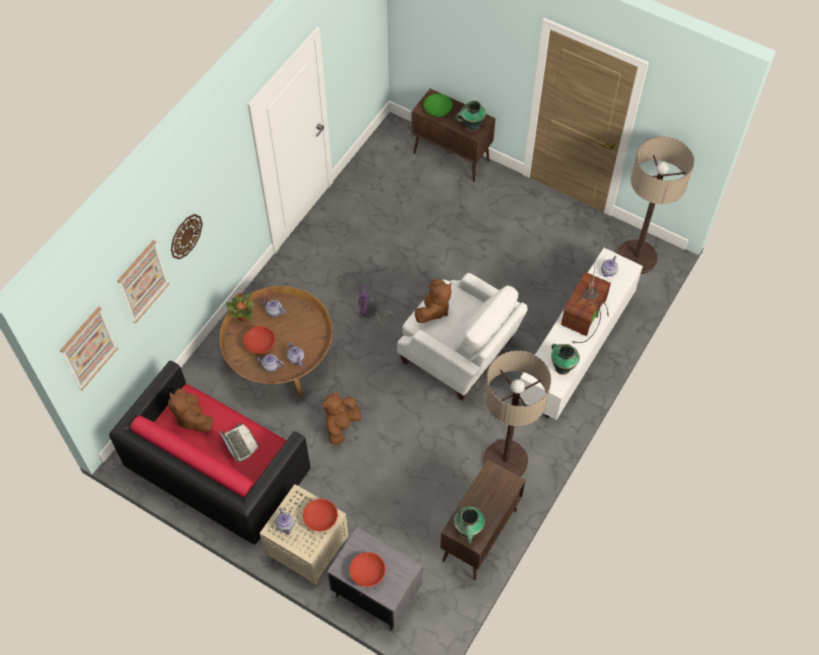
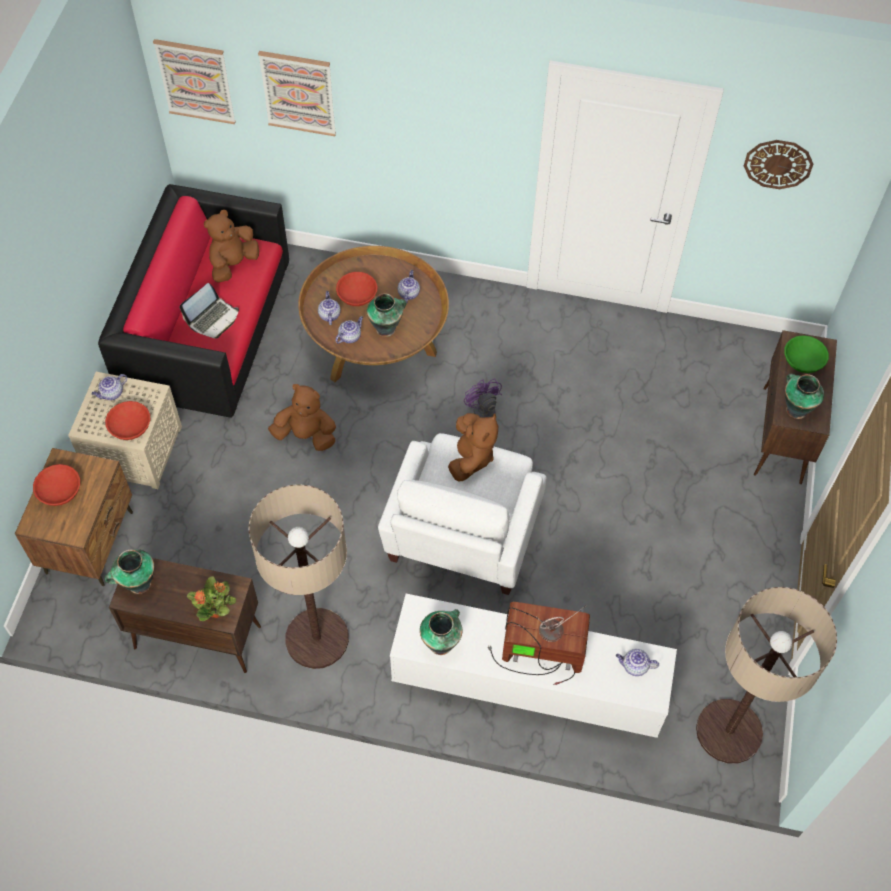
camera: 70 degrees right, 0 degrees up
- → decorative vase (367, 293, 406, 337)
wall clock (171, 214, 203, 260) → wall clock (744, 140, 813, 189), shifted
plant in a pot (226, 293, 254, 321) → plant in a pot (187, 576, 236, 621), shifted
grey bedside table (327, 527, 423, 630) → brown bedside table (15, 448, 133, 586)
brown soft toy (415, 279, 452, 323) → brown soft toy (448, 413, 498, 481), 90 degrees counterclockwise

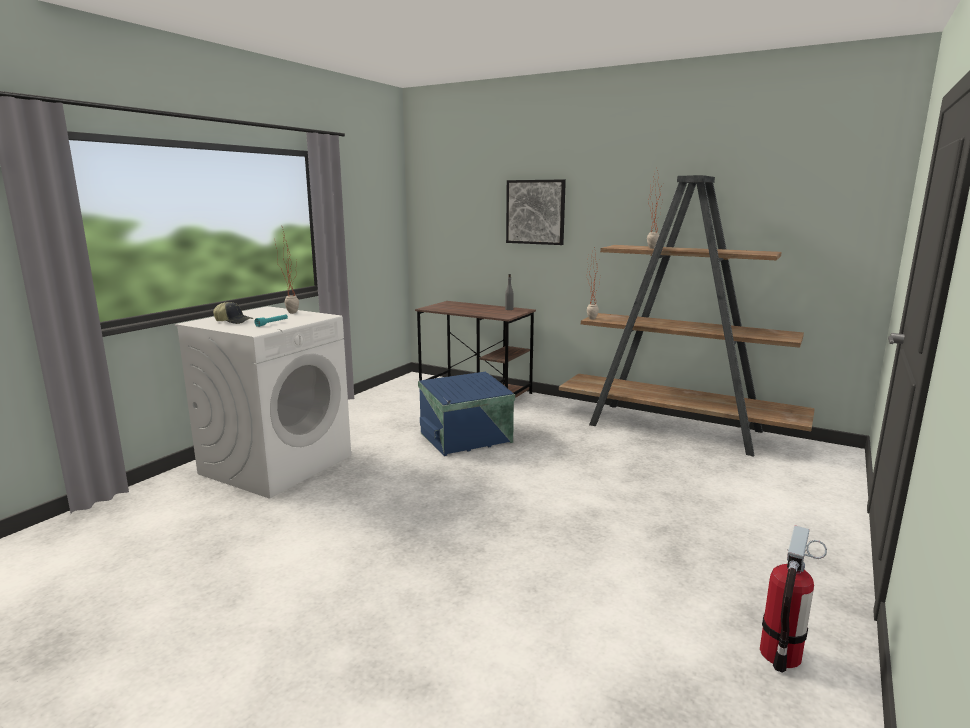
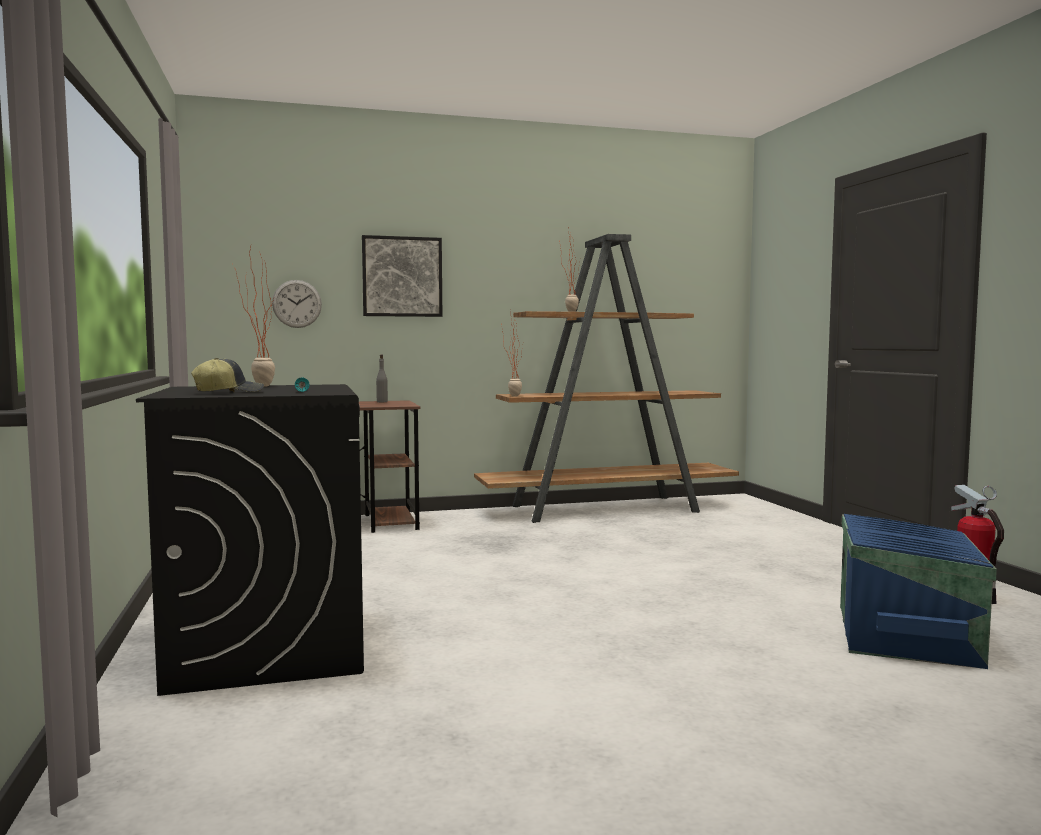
camera: 45 degrees left, 10 degrees down
- → wall clock (272, 280, 322, 328)
blue-coloured storage box (418, 372, 515, 456) → blue-coloured storage box (840, 514, 997, 669), shifted
white-coloured washing machine (175, 306, 351, 498) → black-coloured washing machine (136, 384, 364, 696)

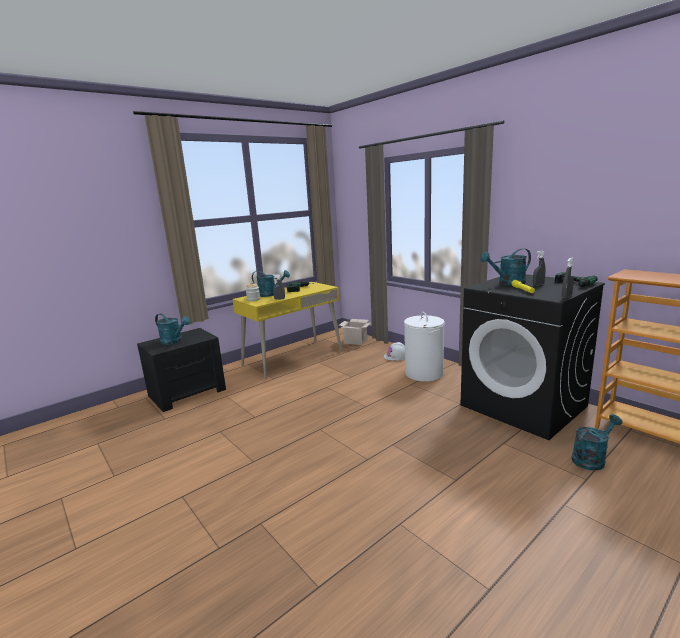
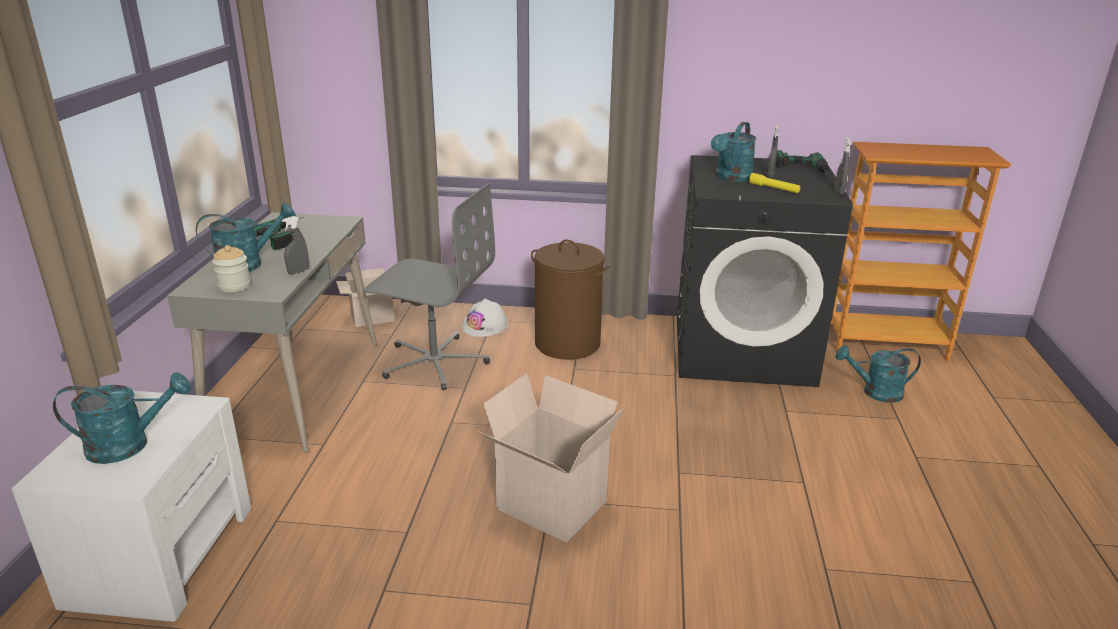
camera: 45 degrees left, 10 degrees up
- → grey office chair (363, 183, 495, 390)
- → cardboard box (478, 373, 623, 543)
black-coloured bedside table (137, 328, 226, 412) → white-coloured bedside table (12, 391, 252, 622)
yellowish desk table (233, 282, 342, 379) → grey desk table (167, 212, 377, 453)
white-coloured laundry basket (404, 312, 445, 382) → brown laundry basket (531, 240, 610, 360)
turquoise watering can (572, 414, 623, 471) → turquoise watering can (836, 345, 921, 403), 105 degrees counterclockwise

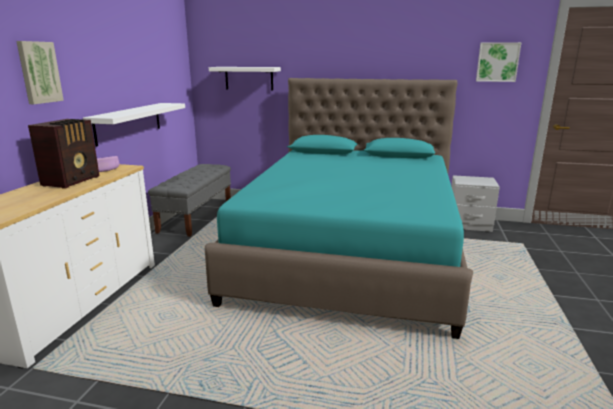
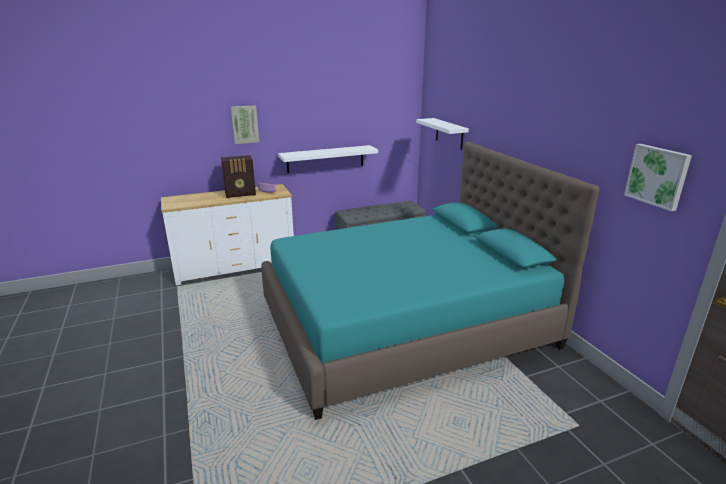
camera: 55 degrees right, 5 degrees up
grey bedside table (451, 175, 500, 232) → -

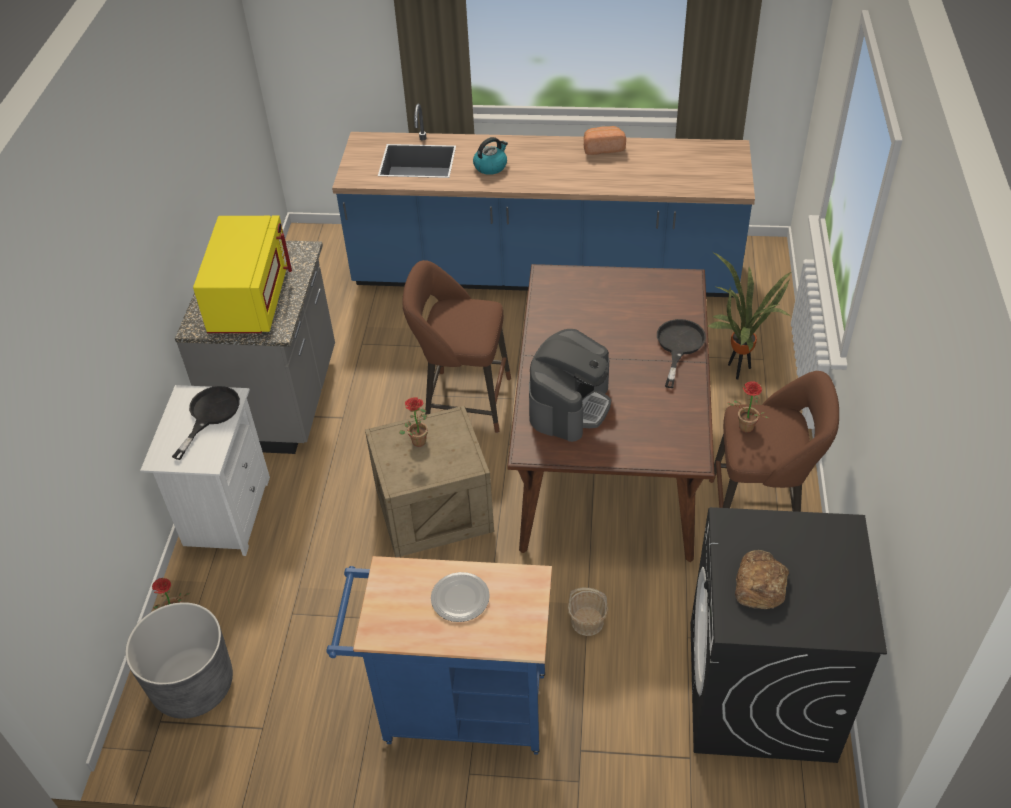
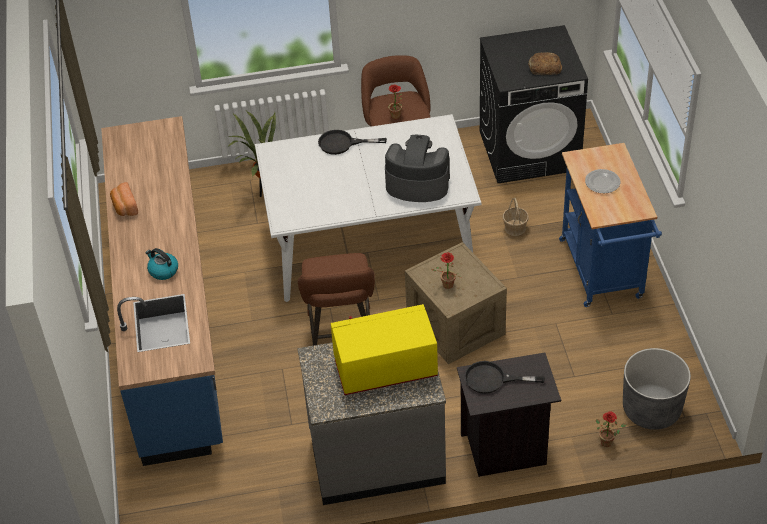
camera: 105 degrees left, 0 degrees up
white-coloured bedside table (140, 385, 270, 556) → black-coloured bedside table (457, 352, 561, 477)
brown dinner table (507, 264, 715, 562) → white-coloured dinner table (255, 114, 482, 302)

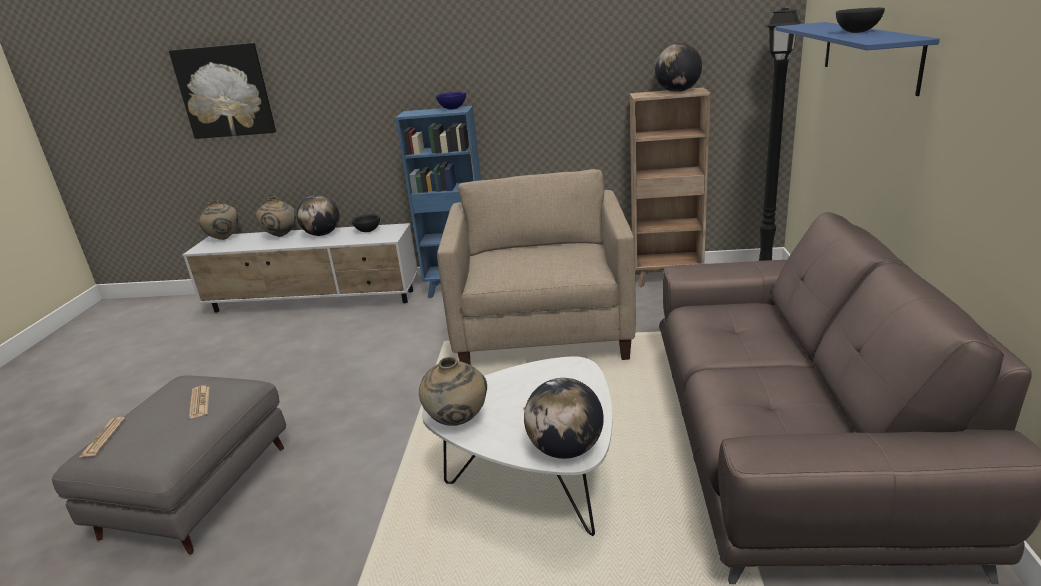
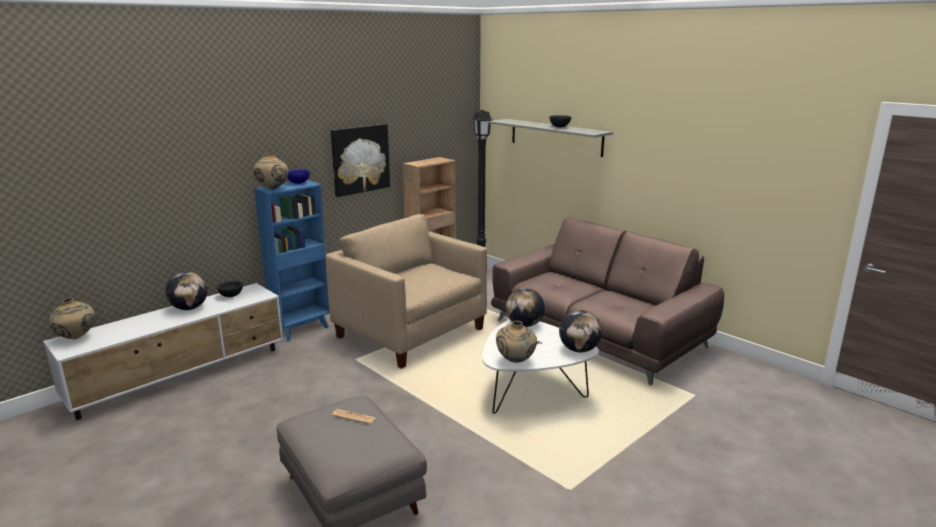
camera: 50 degrees left, 5 degrees down
newspaper (79, 417, 126, 457) → -
picture (169, 43, 276, 139) → picture (331, 124, 390, 197), shifted
beige decorative vase (256, 197, 296, 237) → beige decorative vase (253, 153, 288, 190), shifted
world globe (655, 43, 702, 92) → world globe (506, 288, 545, 327), shifted
blue-coloured shelf (775, 22, 940, 96) → grey shelf (488, 119, 613, 157)

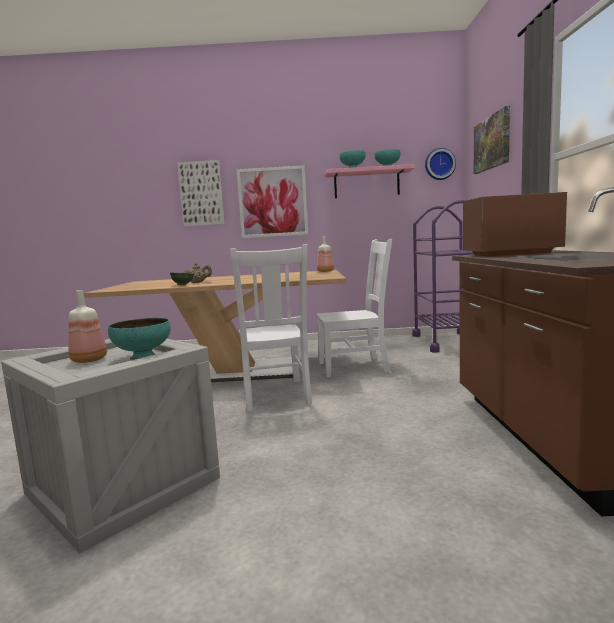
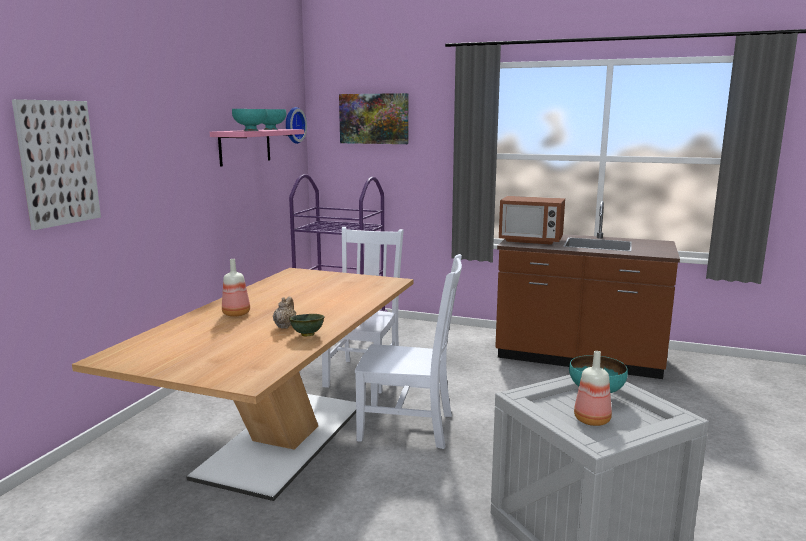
camera: 70 degrees left, 5 degrees up
picture (236, 165, 308, 238) → -
drink bottle (317, 236, 334, 272) → drink bottle (222, 259, 250, 317), shifted
microwave (463, 192, 567, 256) → microwave (499, 196, 565, 245), 90 degrees counterclockwise

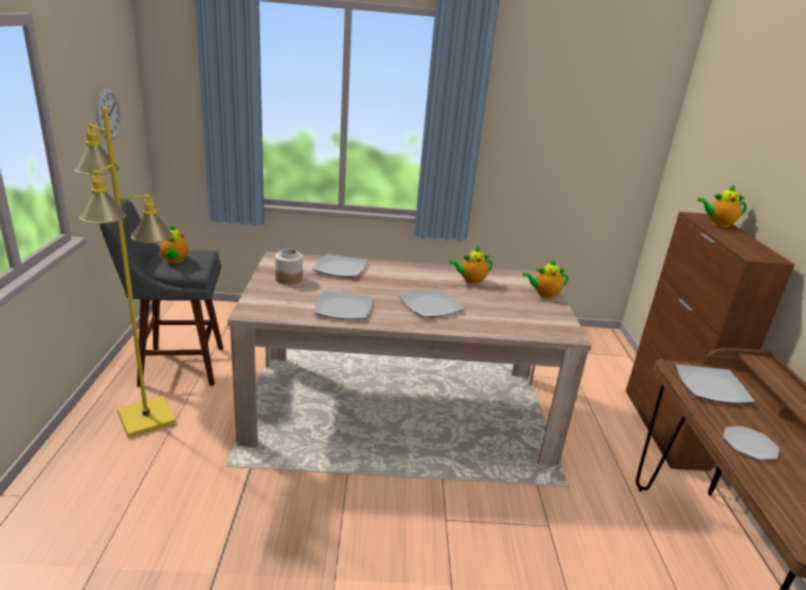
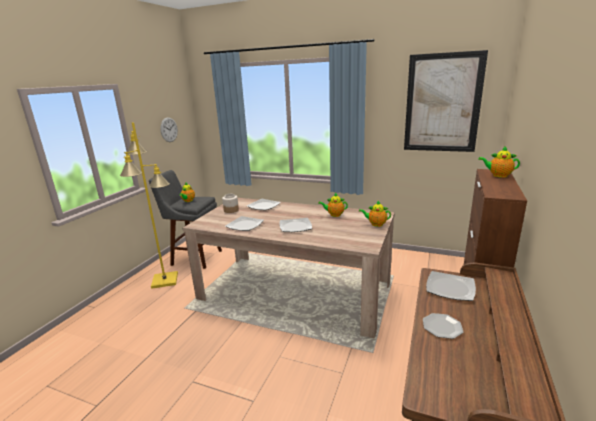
camera: 25 degrees right, 5 degrees down
- → picture (404, 50, 488, 152)

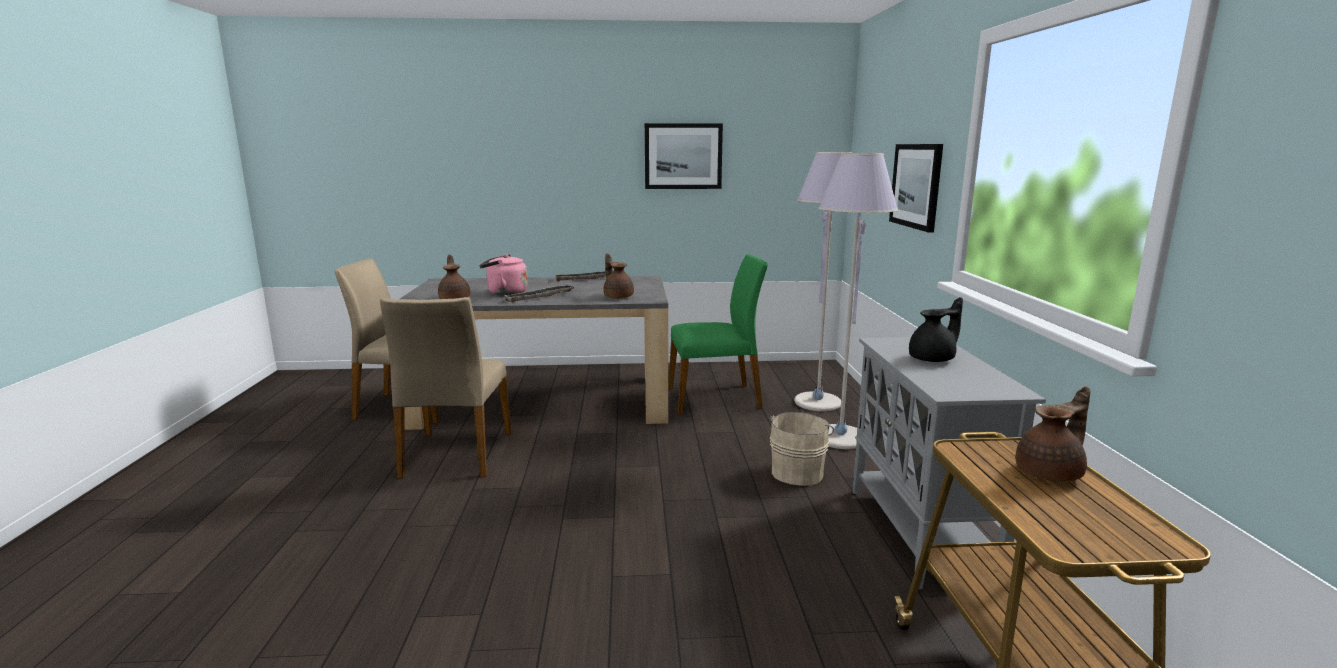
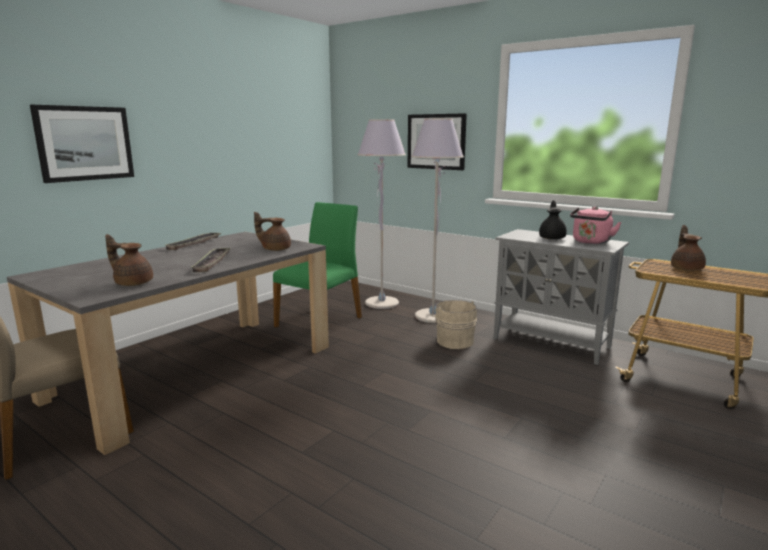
camera: 50 degrees left, 0 degrees up
beige chair (380, 297, 512, 478) → -
pinkish water kettle (479, 254, 528, 295) → pinkish water kettle (570, 207, 621, 244), shifted
picture (645, 123, 723, 189) → picture (30, 105, 134, 183), shifted

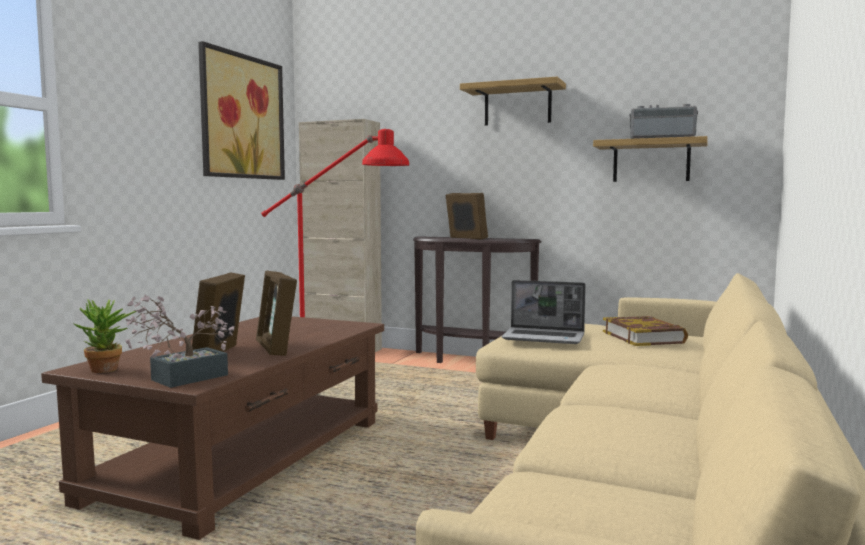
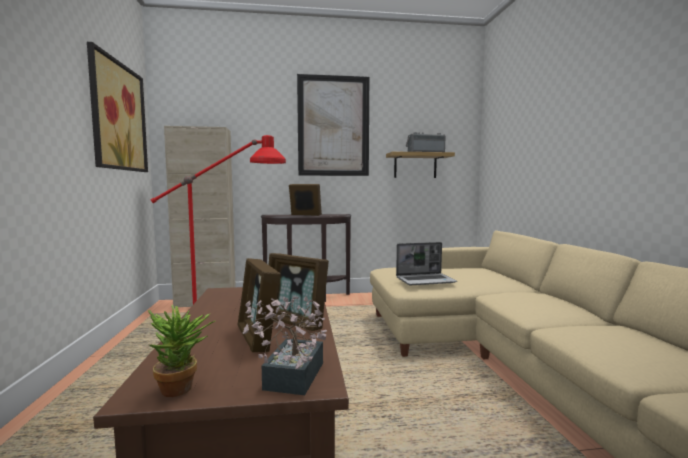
camera: 30 degrees left, 0 degrees up
volume (603, 316, 688, 346) → -
shelf (460, 77, 566, 126) → picture (297, 74, 369, 176)

